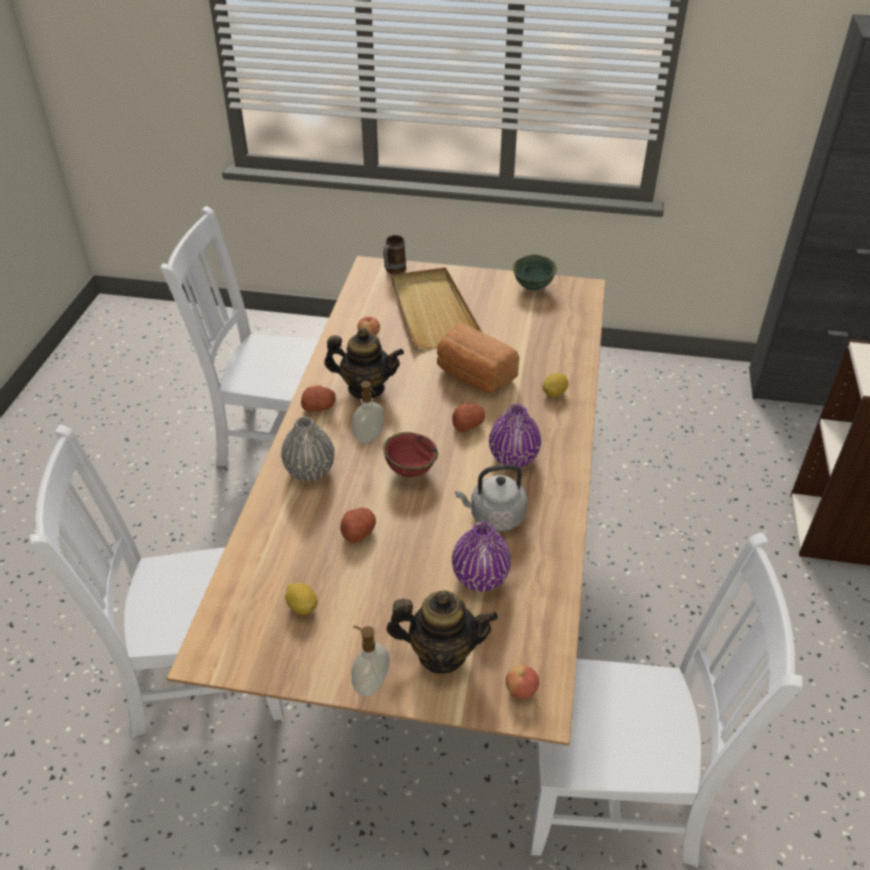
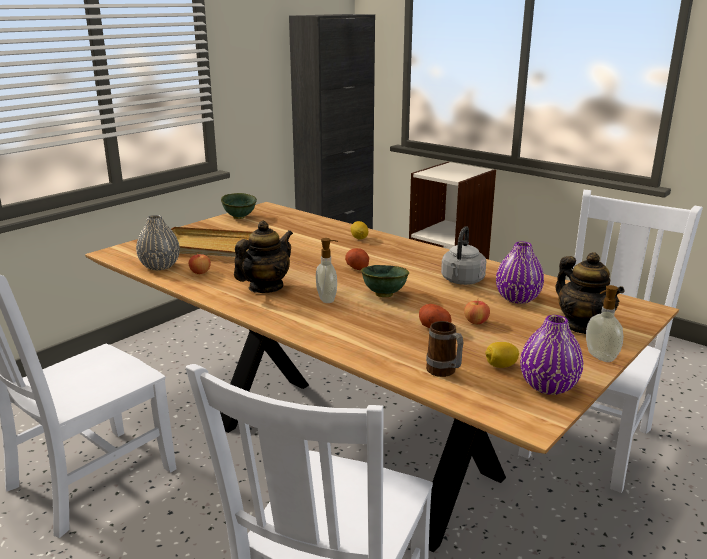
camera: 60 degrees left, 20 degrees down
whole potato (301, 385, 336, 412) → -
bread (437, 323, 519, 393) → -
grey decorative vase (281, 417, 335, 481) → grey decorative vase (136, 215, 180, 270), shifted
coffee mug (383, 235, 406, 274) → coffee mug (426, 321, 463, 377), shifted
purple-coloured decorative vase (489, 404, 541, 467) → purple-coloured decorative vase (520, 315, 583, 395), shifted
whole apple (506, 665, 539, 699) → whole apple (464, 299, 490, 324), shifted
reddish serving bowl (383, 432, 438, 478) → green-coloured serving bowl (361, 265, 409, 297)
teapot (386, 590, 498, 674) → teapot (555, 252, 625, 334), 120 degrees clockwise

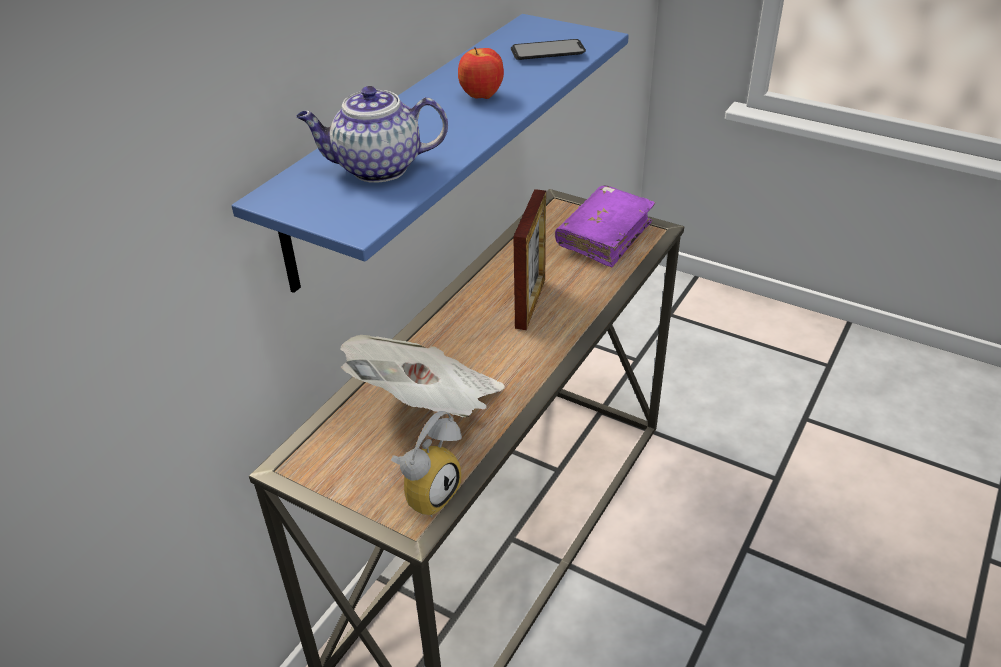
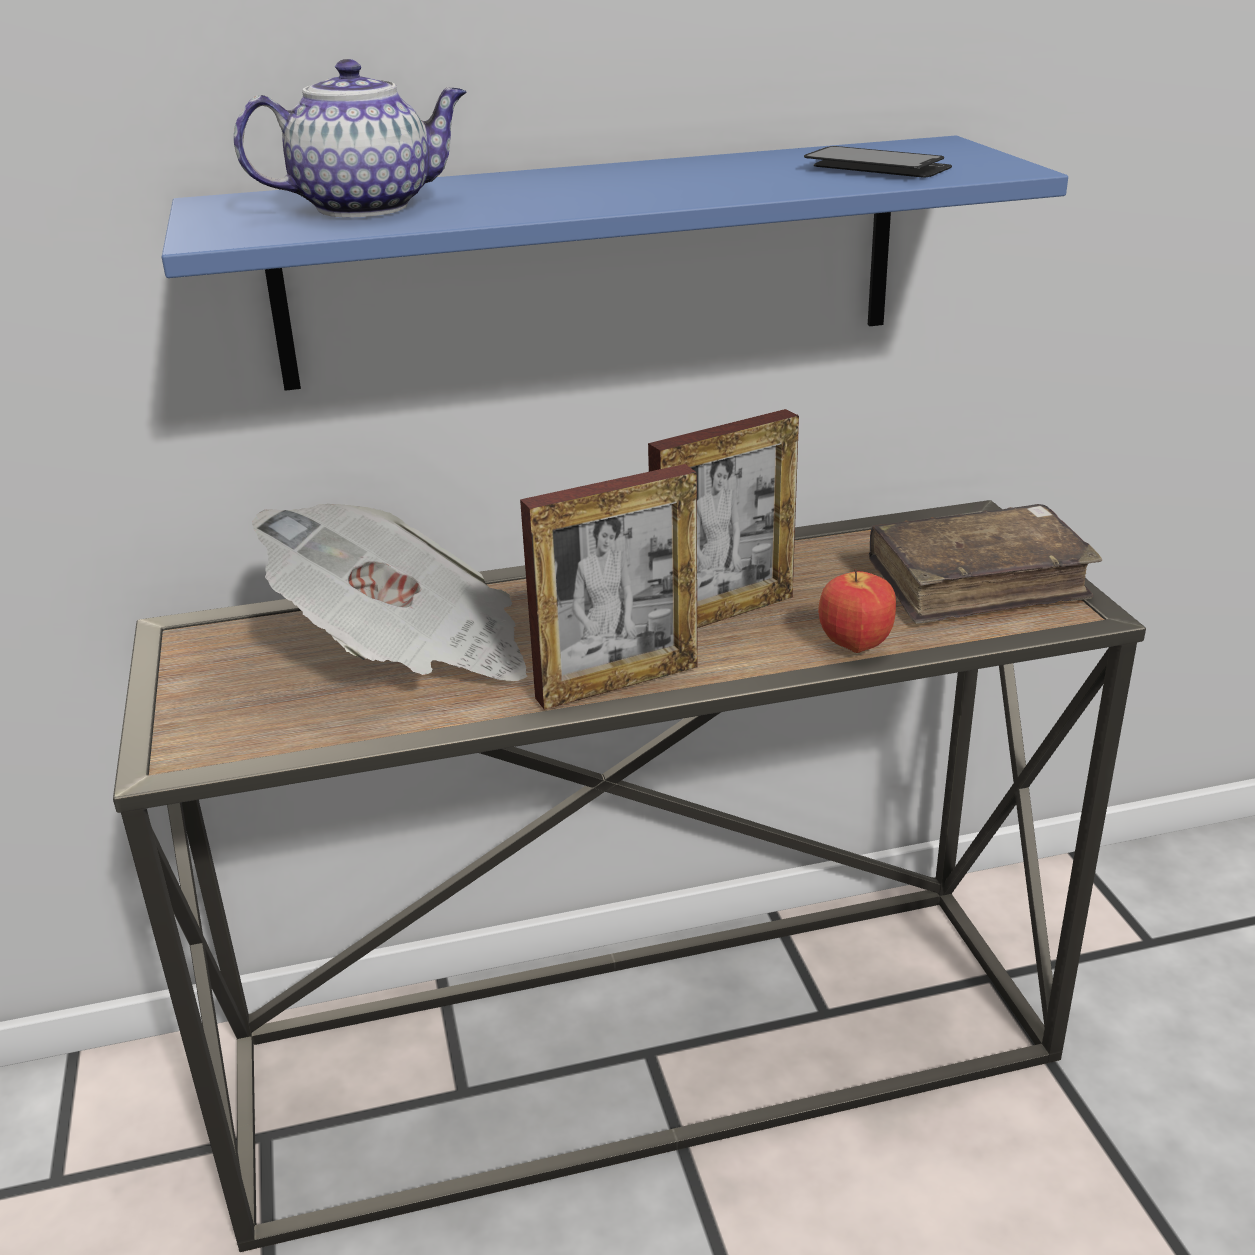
camera: 45 degrees right, 10 degrees down
alarm clock (391, 411, 462, 517) → -
- → standing frame (520, 464, 698, 710)
whole apple (458, 47, 504, 99) → whole apple (818, 569, 896, 653), shifted
purple-coloured volume (555, 185, 655, 267) → brown volume (869, 504, 1102, 624)
teapot (296, 86, 448, 183) → teapot (234, 59, 467, 217), 120 degrees clockwise

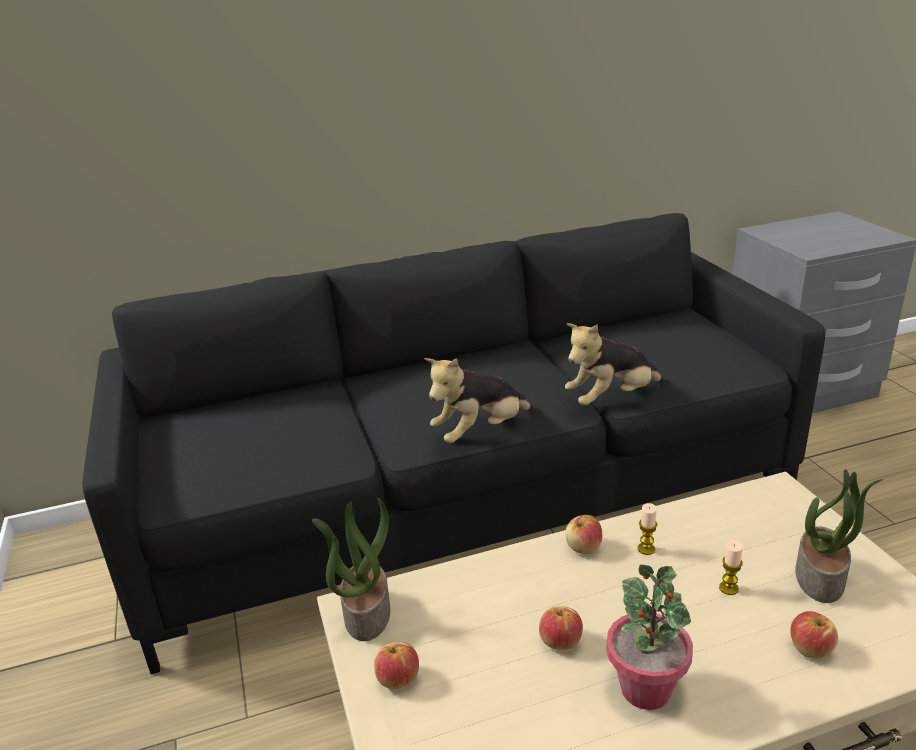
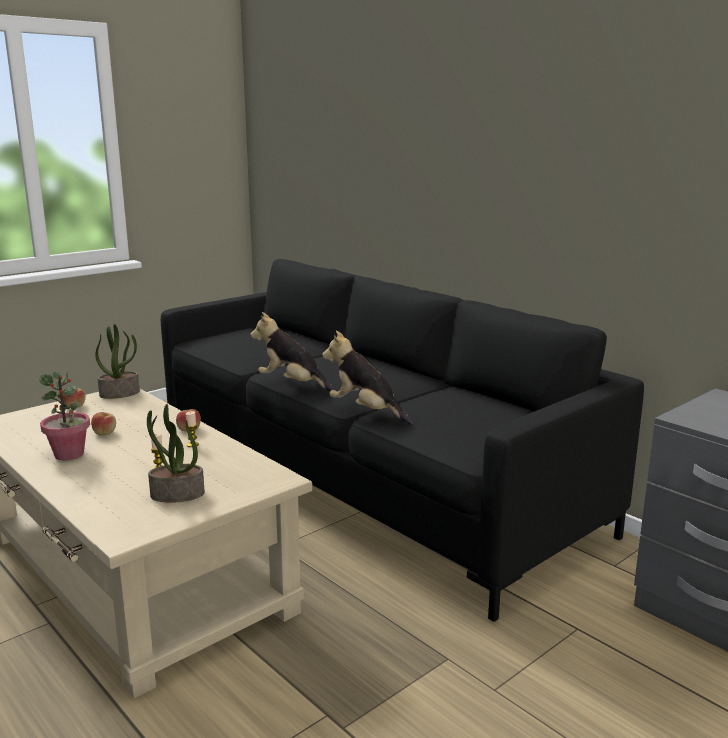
camera: 65 degrees right, 10 degrees down
whole apple (790, 611, 838, 658) → -

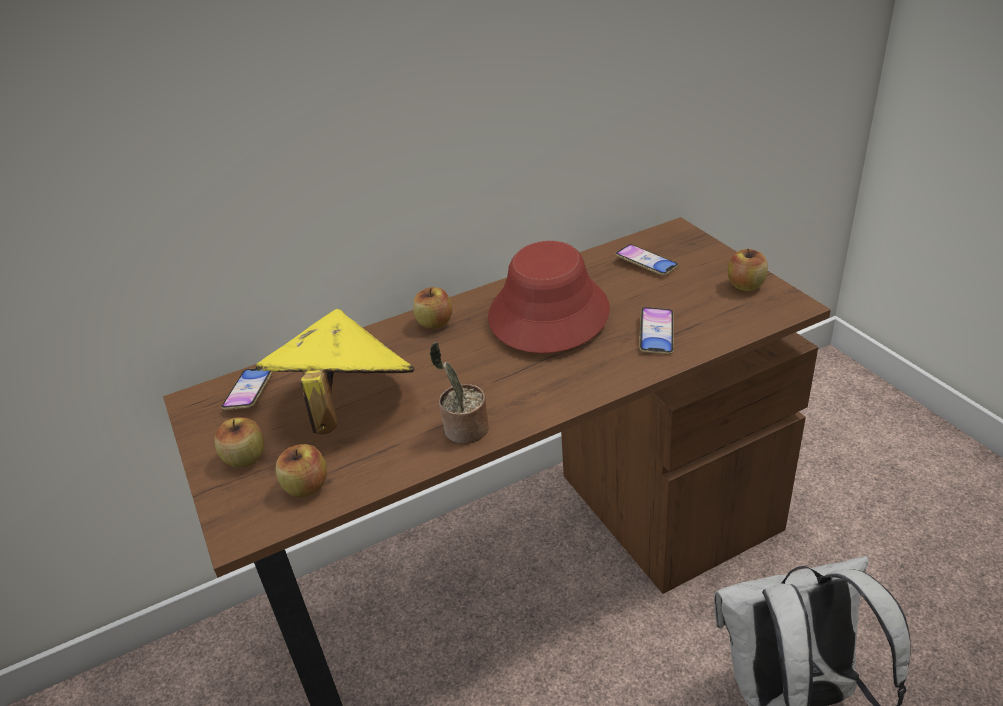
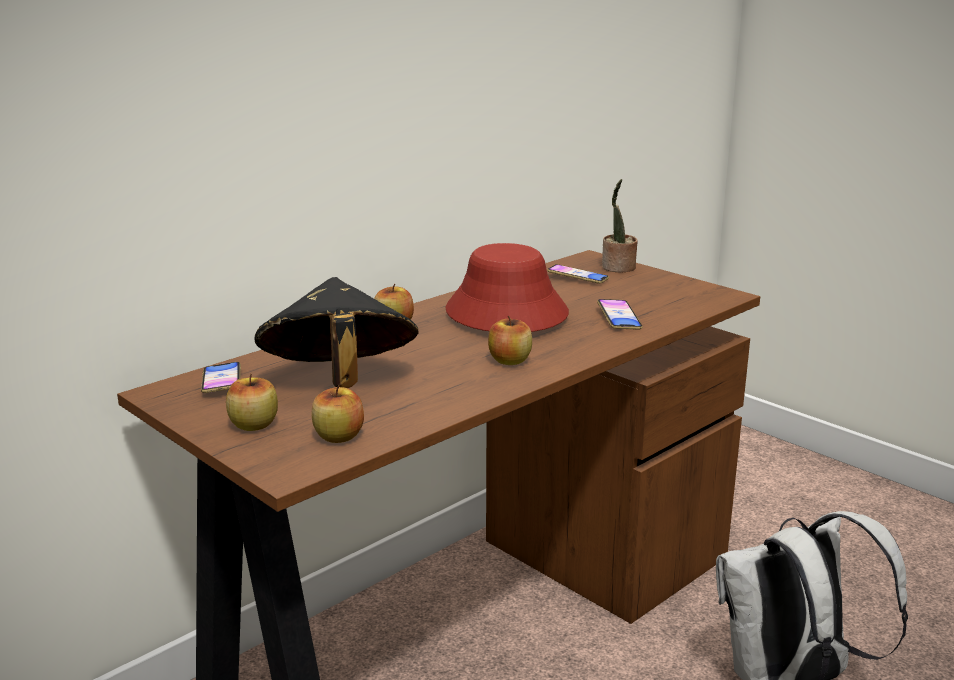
camera: 20 degrees left, 15 degrees down
plant in a pot (429, 342, 489, 444) → plant in a pot (602, 179, 638, 273), shifted
whole apple (728, 249, 768, 291) → whole apple (488, 316, 532, 365), shifted
yellowish hat (256, 309, 414, 434) → black-coloured hat (254, 277, 419, 388)

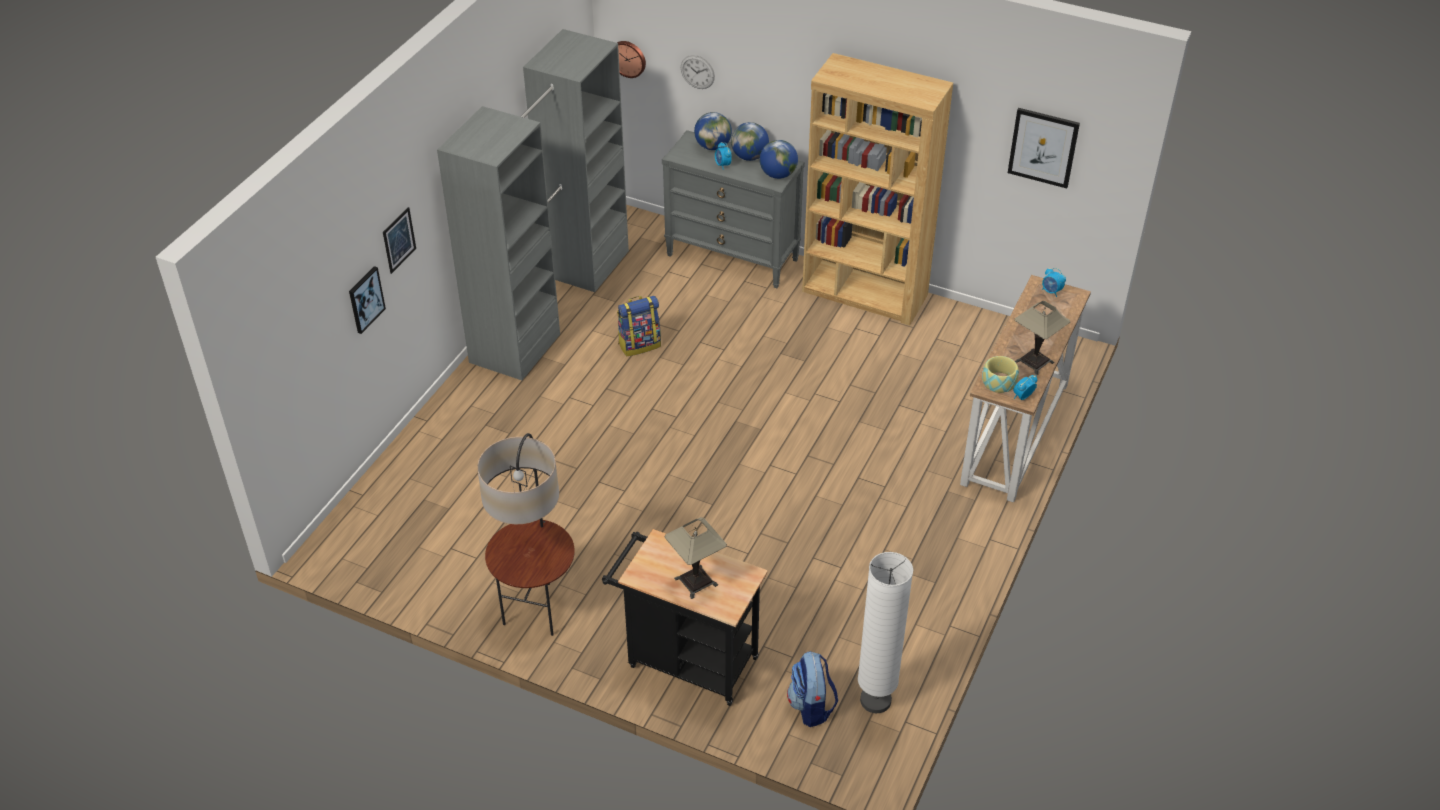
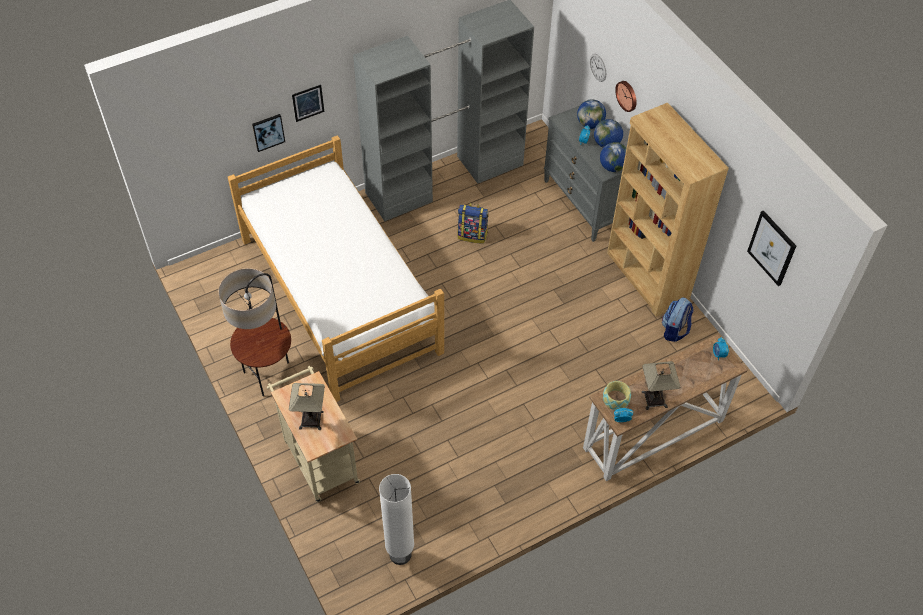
camera: 35 degrees right, 10 degrees up
- → bed (228, 135, 444, 402)
wall clock (617, 41, 646, 78) → wall clock (615, 81, 637, 112), shifted
backpack (787, 651, 838, 727) → backpack (662, 297, 694, 342), shifted
black-coloured cart (602, 529, 768, 706) → beige cart (267, 366, 360, 502)

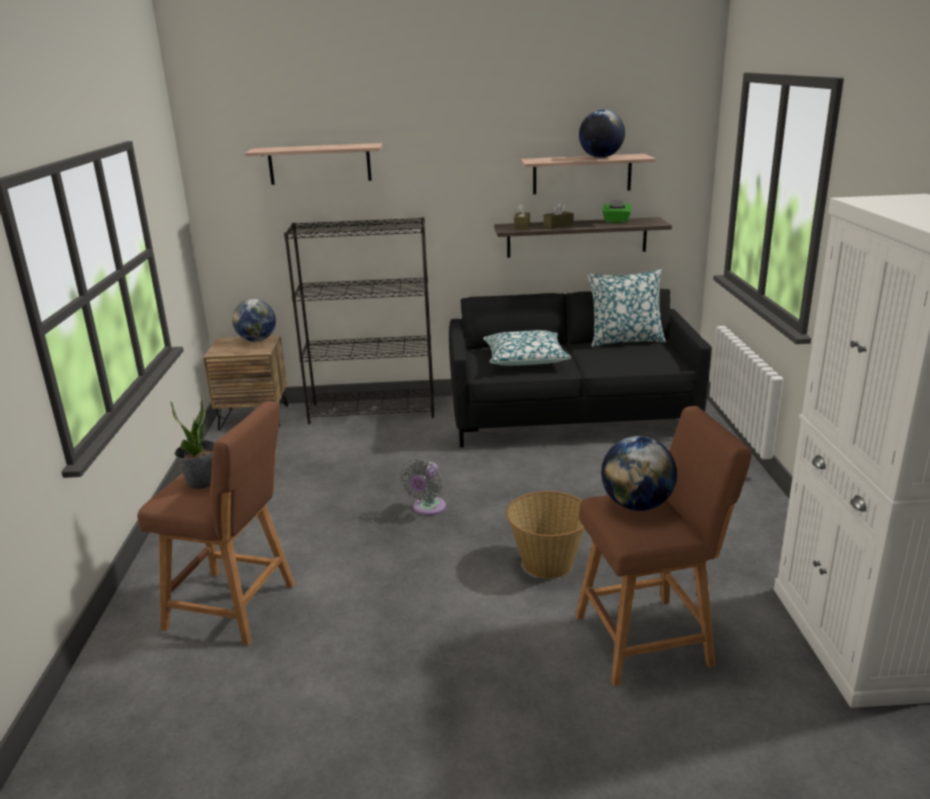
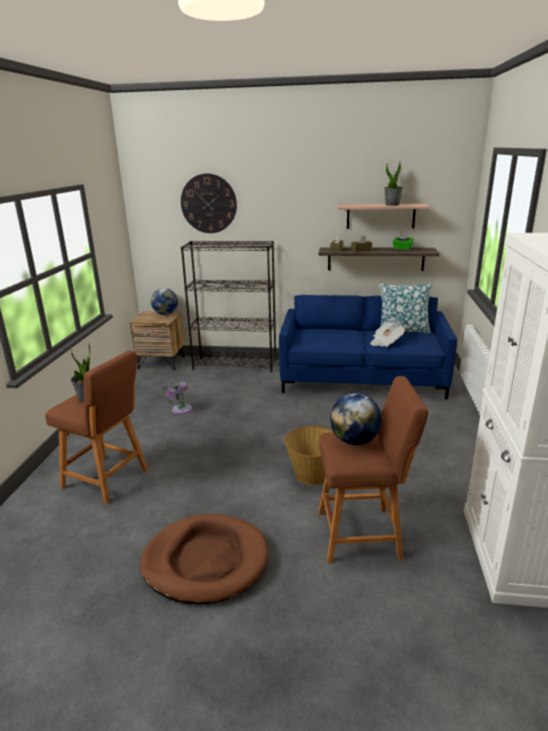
camera: 10 degrees right, 0 degrees up
pillow (483, 330, 571, 366) → -
- → brown dog bed (140, 514, 268, 605)
- → newspaper (370, 321, 405, 347)
grey cooling fan (400, 459, 446, 516) → grey cooling fan (162, 379, 192, 414), shifted
shelf (245, 143, 382, 185) → wall clock (181, 174, 237, 233)
world globe (579, 110, 625, 158) → plant in a pot (384, 162, 403, 206)
black-coloured sofa (449, 288, 712, 447) → blue-coloured sofa (279, 295, 457, 399)

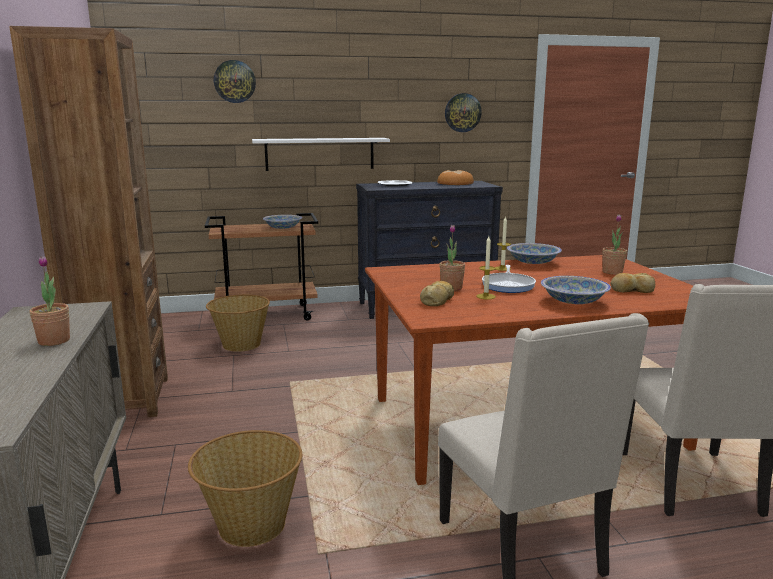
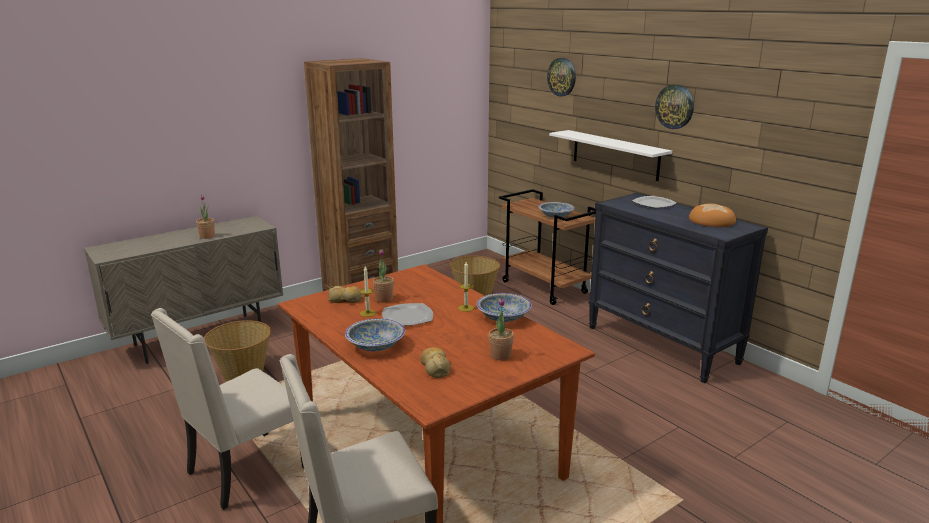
camera: 65 degrees right, 5 degrees up
wall clock (445, 93, 482, 132) → wall clock (655, 84, 694, 129), shifted
pan (482, 265, 536, 293) → dinner plate (382, 303, 433, 326)

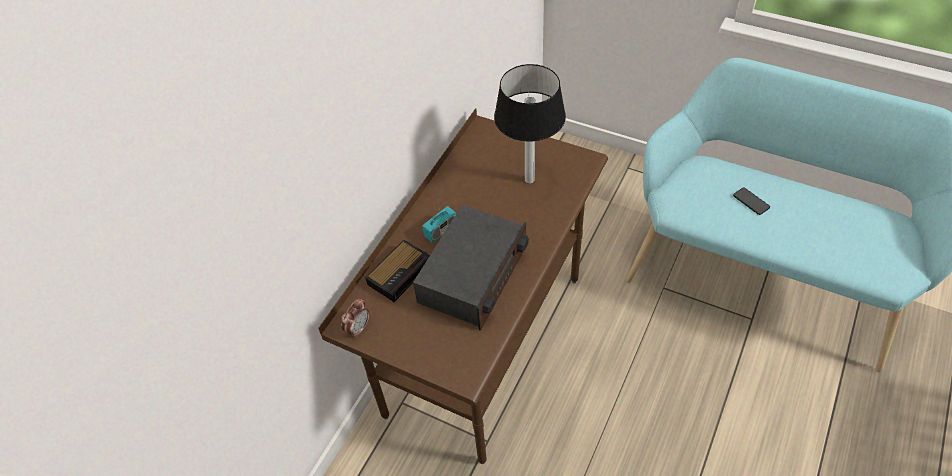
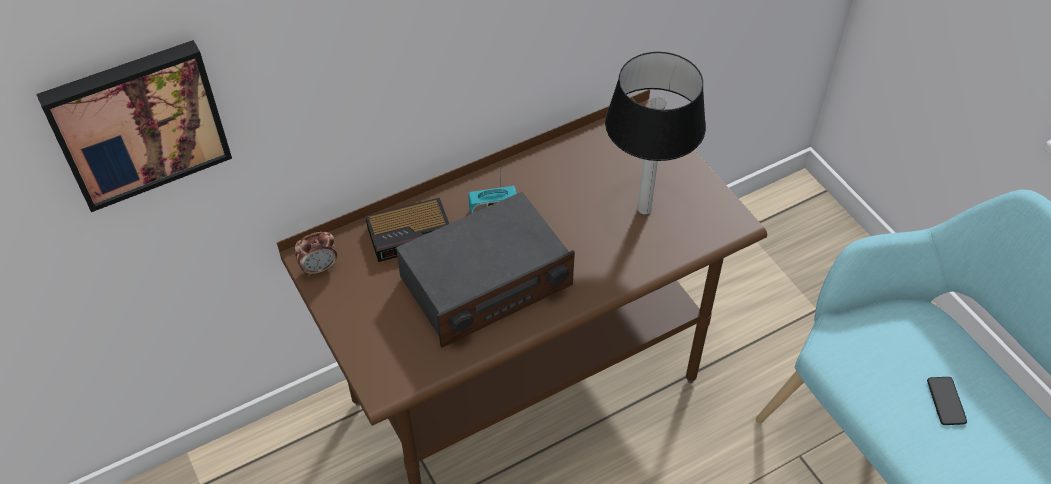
camera: 30 degrees right, 0 degrees up
- → picture (36, 40, 232, 212)

